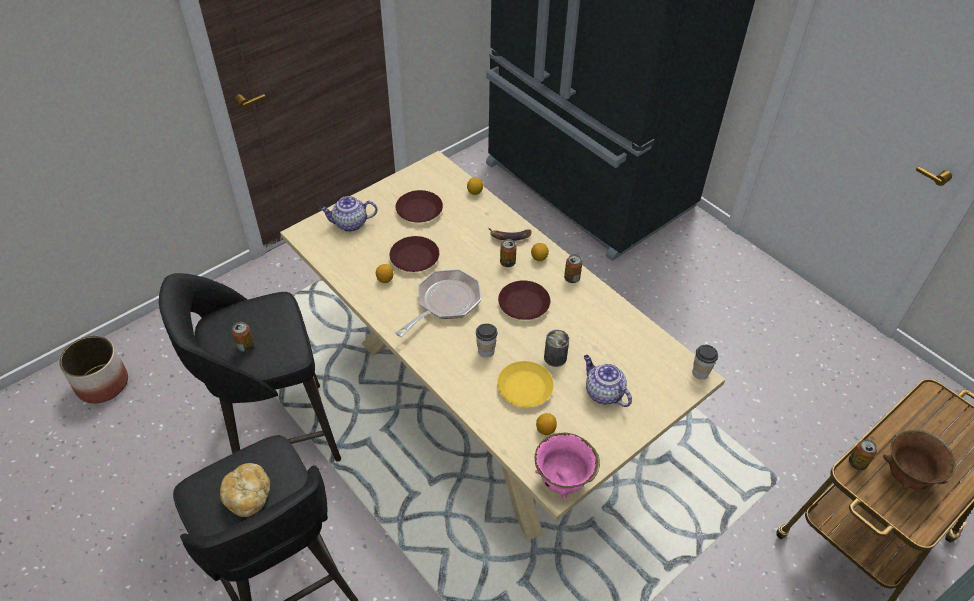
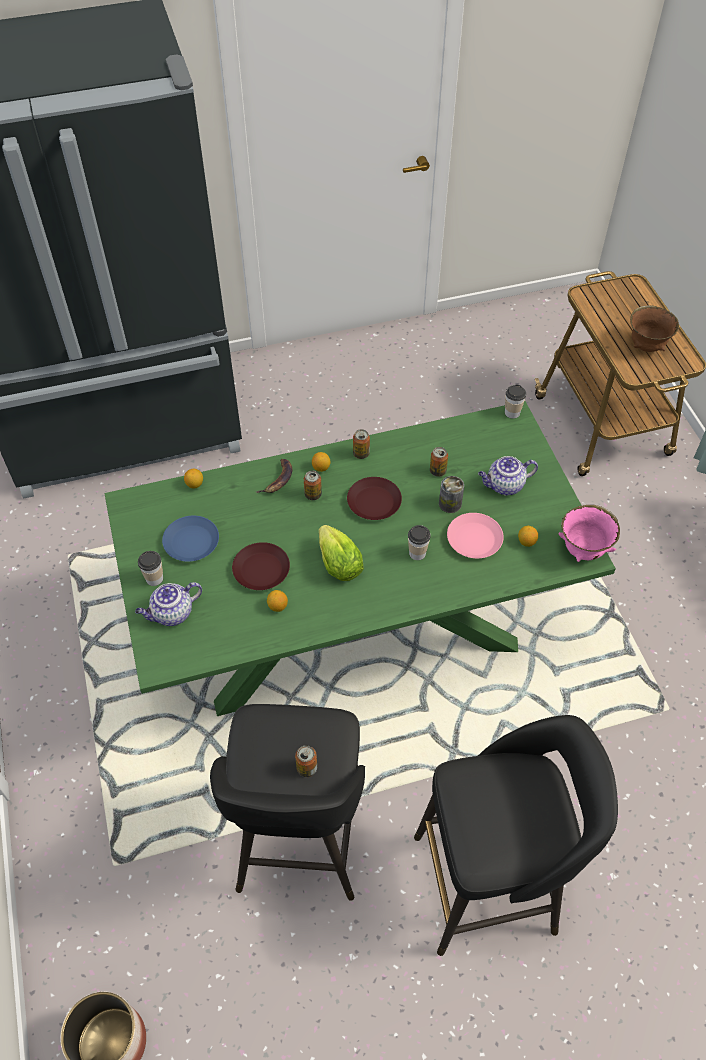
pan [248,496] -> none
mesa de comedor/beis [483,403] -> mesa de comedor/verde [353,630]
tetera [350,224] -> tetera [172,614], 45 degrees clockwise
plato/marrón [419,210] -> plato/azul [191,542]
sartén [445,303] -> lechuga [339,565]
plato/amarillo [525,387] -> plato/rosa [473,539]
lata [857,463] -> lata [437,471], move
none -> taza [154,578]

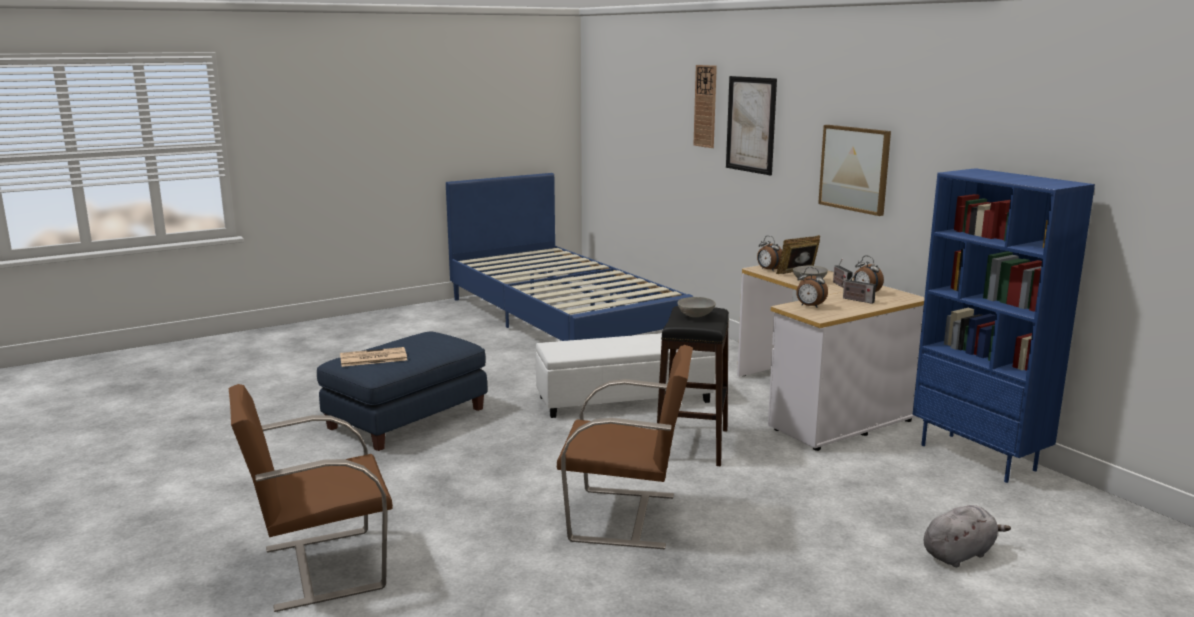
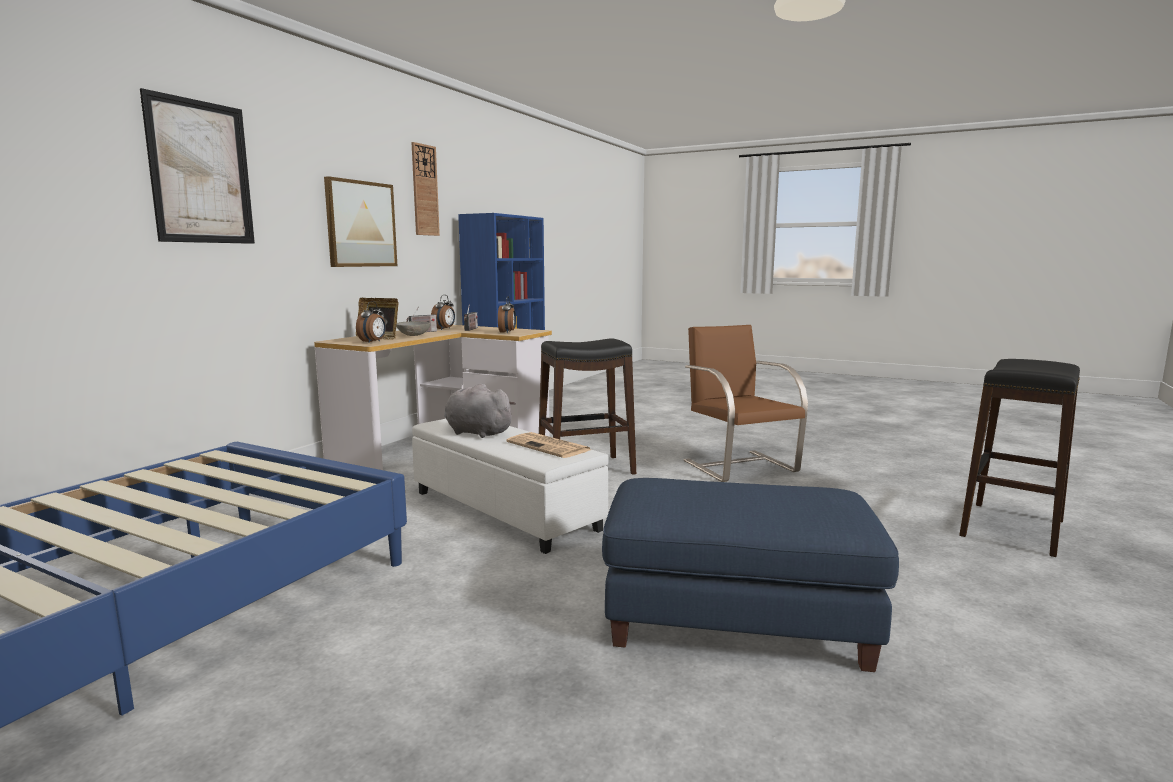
silla/marrón [320,567] -> taburete/negro [1012,528]
periódico [372,358] -> periódico [550,446], move
cuenco/gris [696,315] -> none
reloj de pared [705,106] -> reloj de pared [424,190], move
peluche/gris [959,554] -> peluche/gris [476,433], move

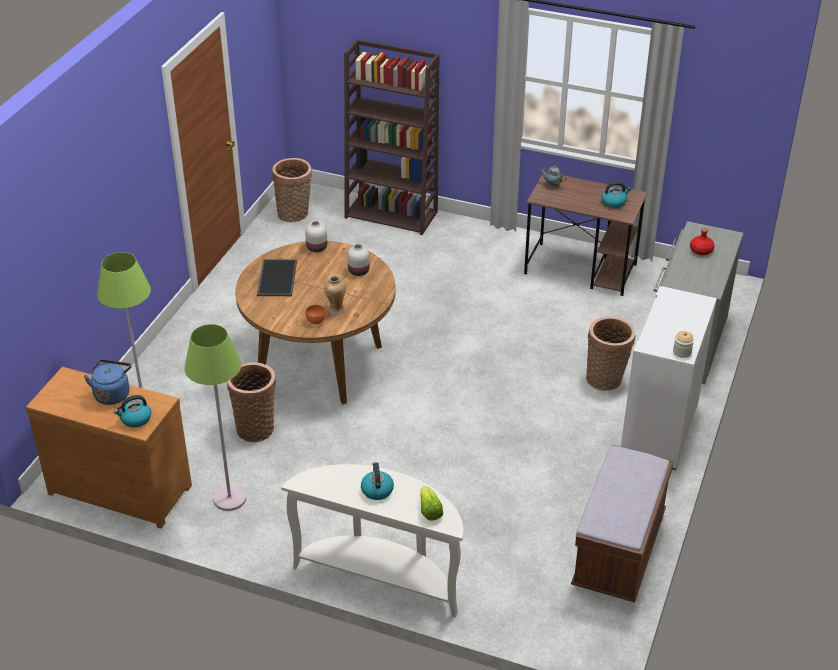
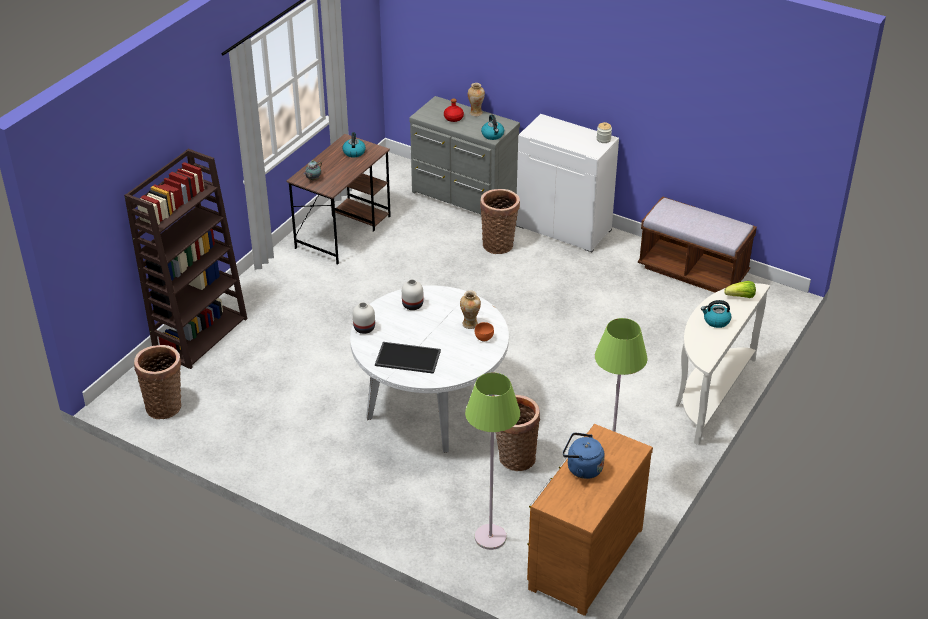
hervidor [135,419] -> hervidor [493,135], move
mesa de comedor/marrón [320,363] -> mesa de comedor/blanco [431,407]
none -> florero [476,113]

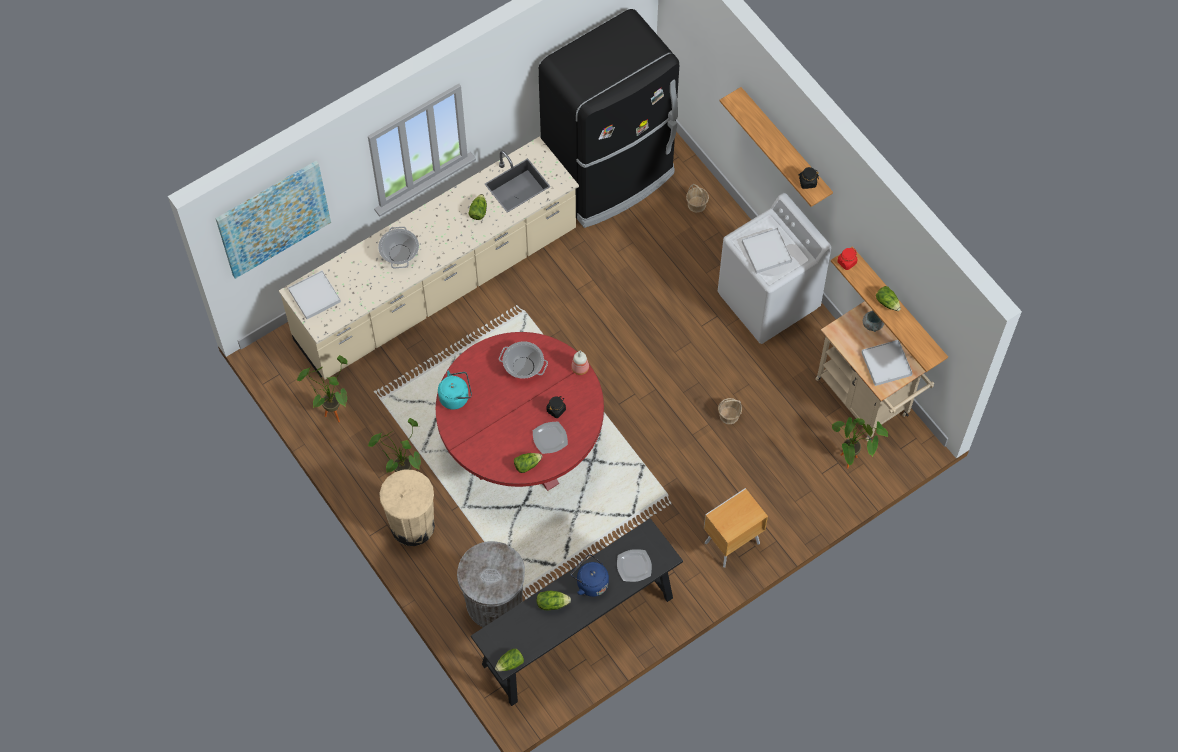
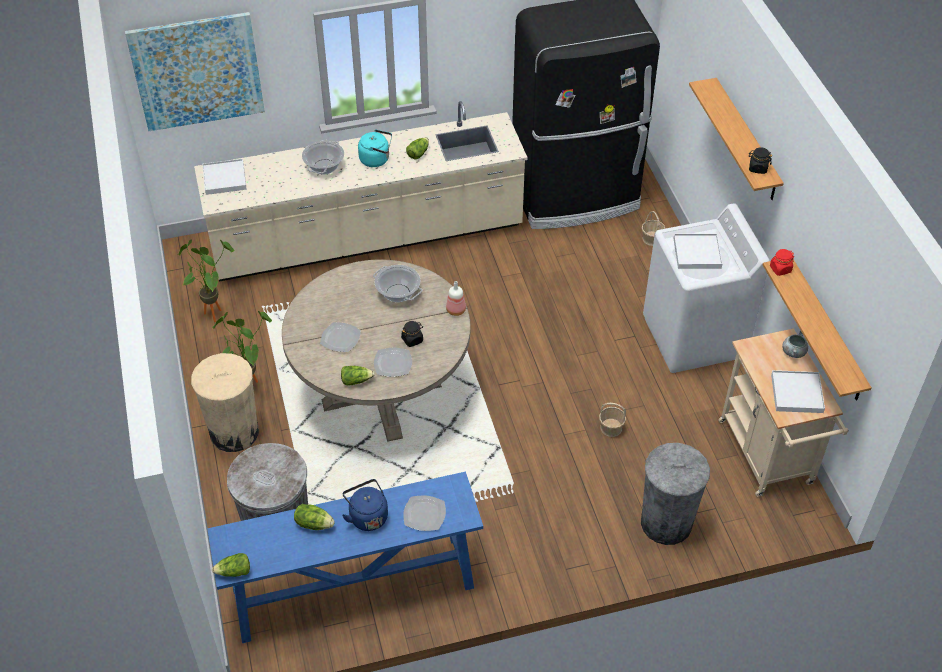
mesa de comedor/rojo [522,446] -> mesa de comedor/beis [381,394]
hervidor/turquesa [456,397] -> hervidor/turquesa [376,159], move
mesa consola/negro [577,631] -> mesa consola/azul [352,589]
mesita de noche/marrón [730,543] -> none
planta en maceta [851,463] -> none
lechuga [887,302] -> none
none -> plato [340,338]
none -> papelera/gris [666,523]

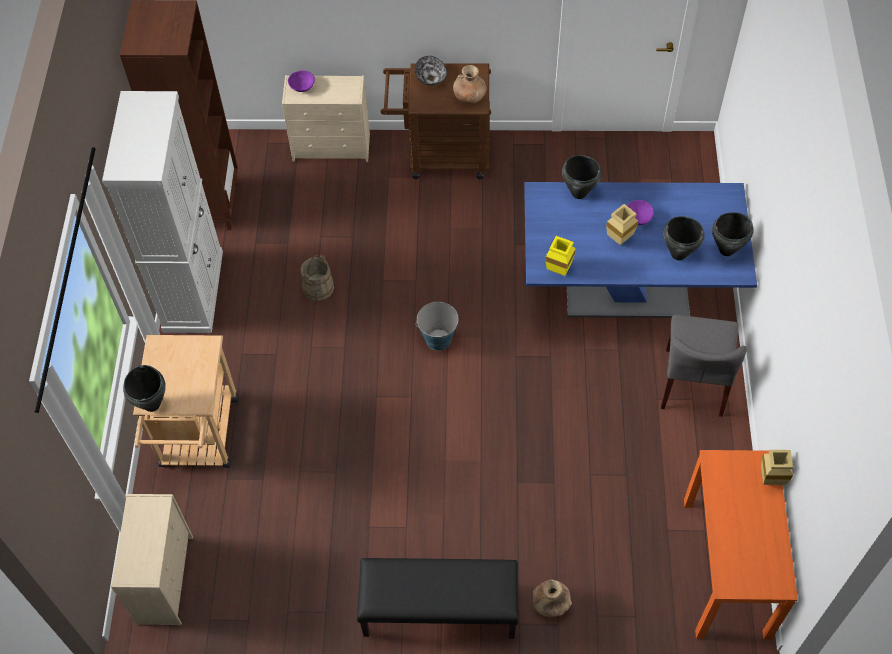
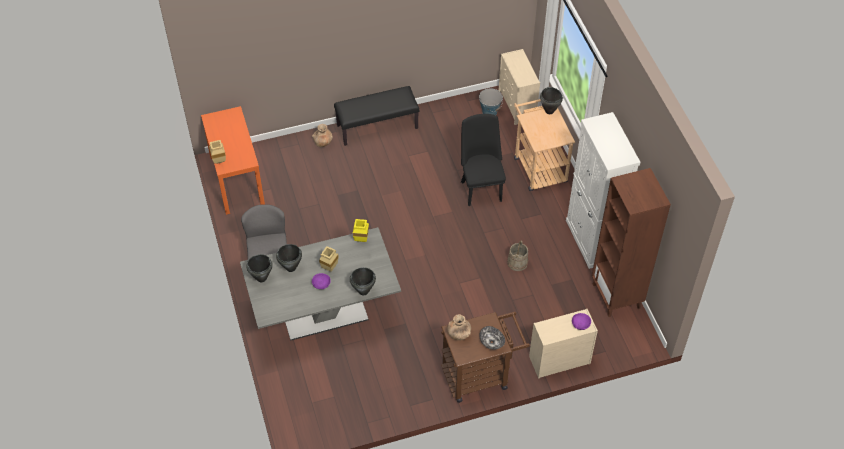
cubo [438,339] -> cubo [489,112], move
mesa de comedor/azul [626,290] -> mesa de comedor/gris [324,312]
none -> silla/negro [480,188]

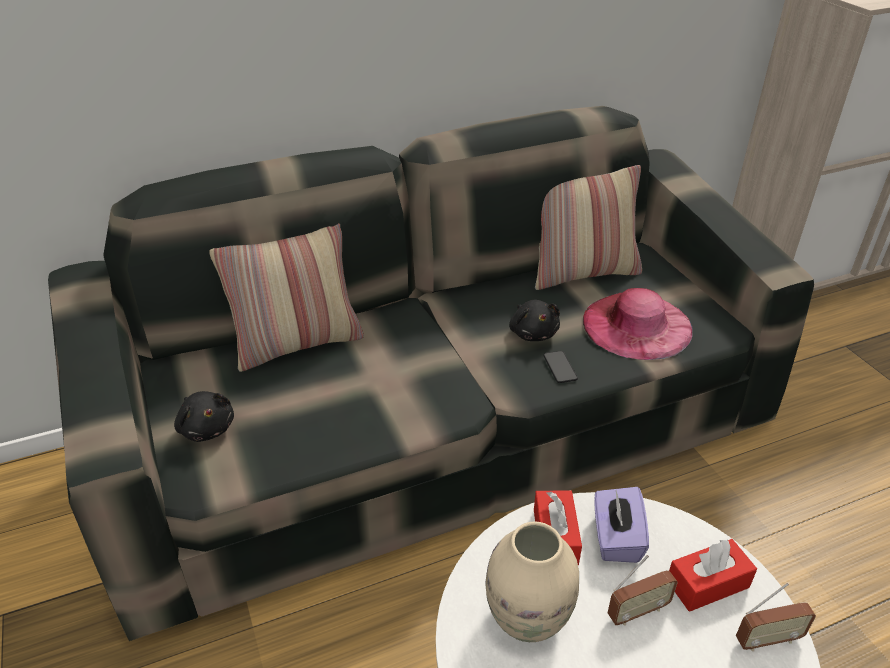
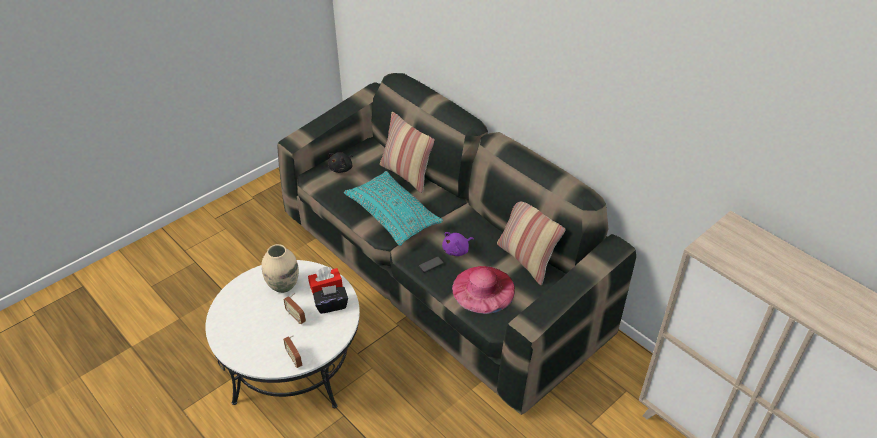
peluche/negro [533,333] -> peluche/morado [457,250]
caja de pañuelos/morado [616,538] -> caja de pañuelos/negro [331,305]
caja de pañuelos/rojo [707,584] -> none
none -> cojín/turquesa [393,216]

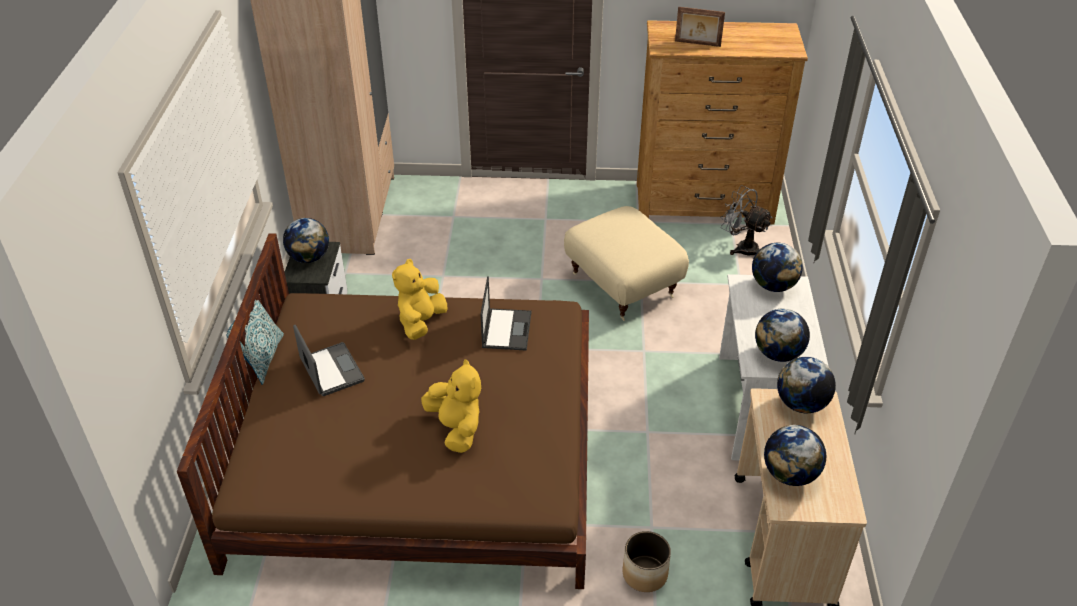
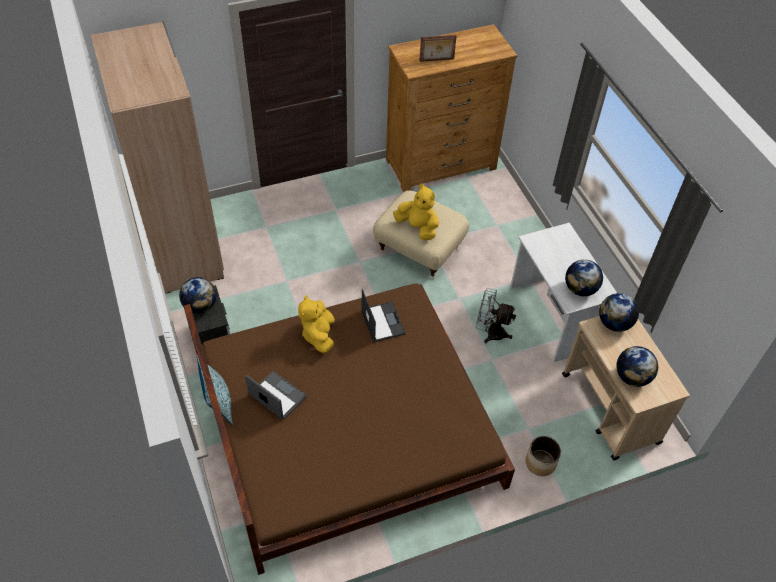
peluche/amarillo [456,428] -> peluche/amarillo [417,227], move
ventilador/gris [742,247] -> ventilador/gris [490,332], move
globo terráqueo [773,285] -> none

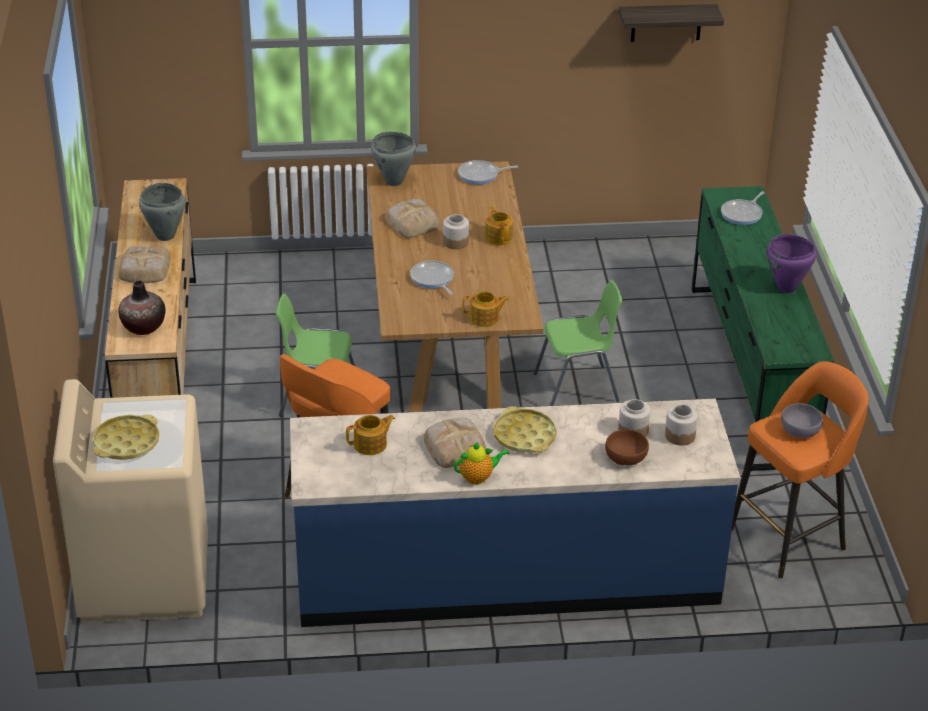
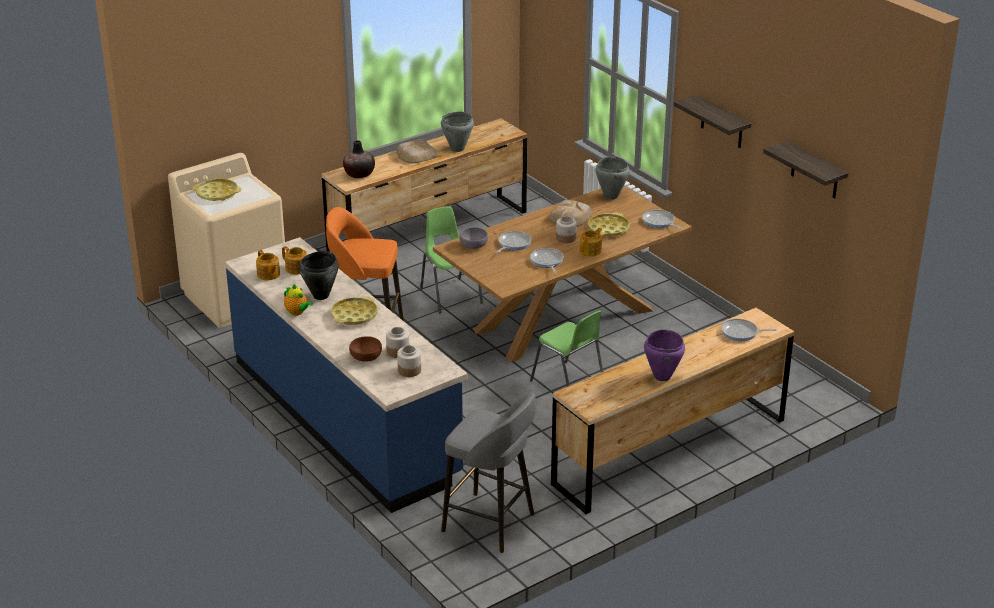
pan [455,446] -> olla/negro [321,296]
tetera [485,318] -> tetera [268,275], move
cómoda/verde [749,373] -> cómoda/marrón [670,451]
taburete/naranja [790,538] -> taburete/gris [490,524]
cuenco/gris [799,430] -> cuenco/gris [473,245], move
none -> sartén [547,261]
none -> bandeja/amarillo [608,229]
none -> estante [722,123]

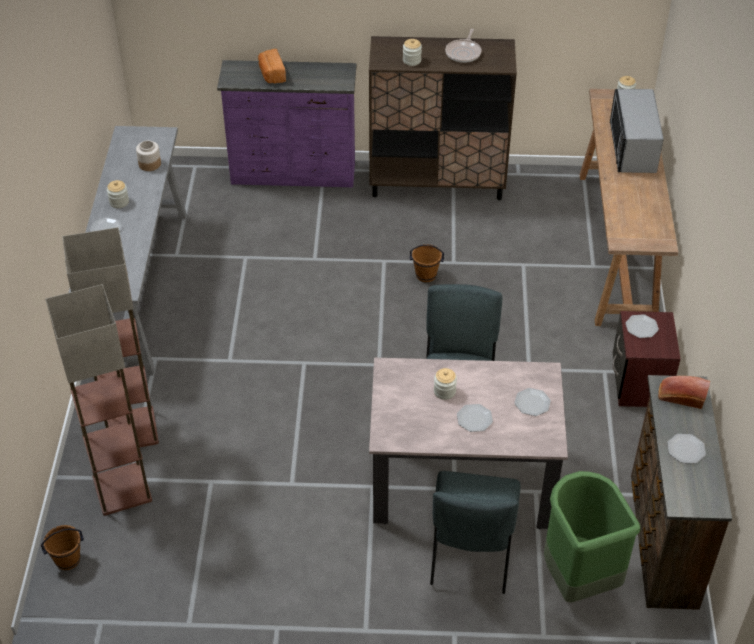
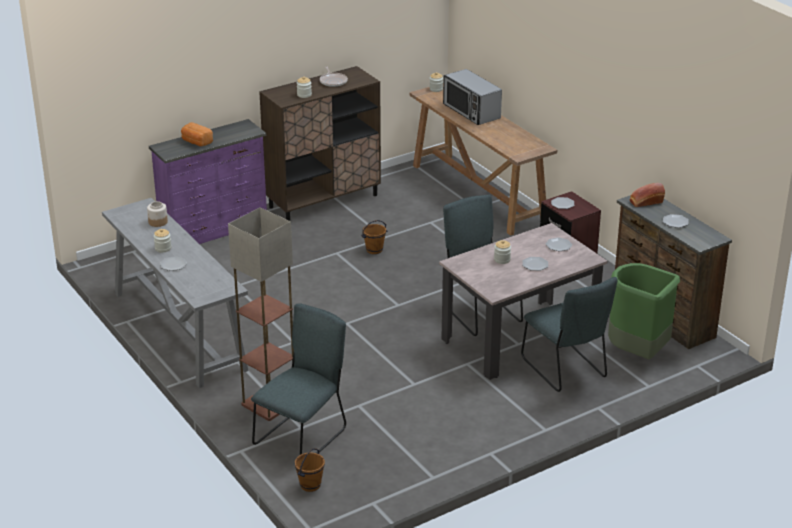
lámpara de pie [123,489] -> silla/gris [303,435]

